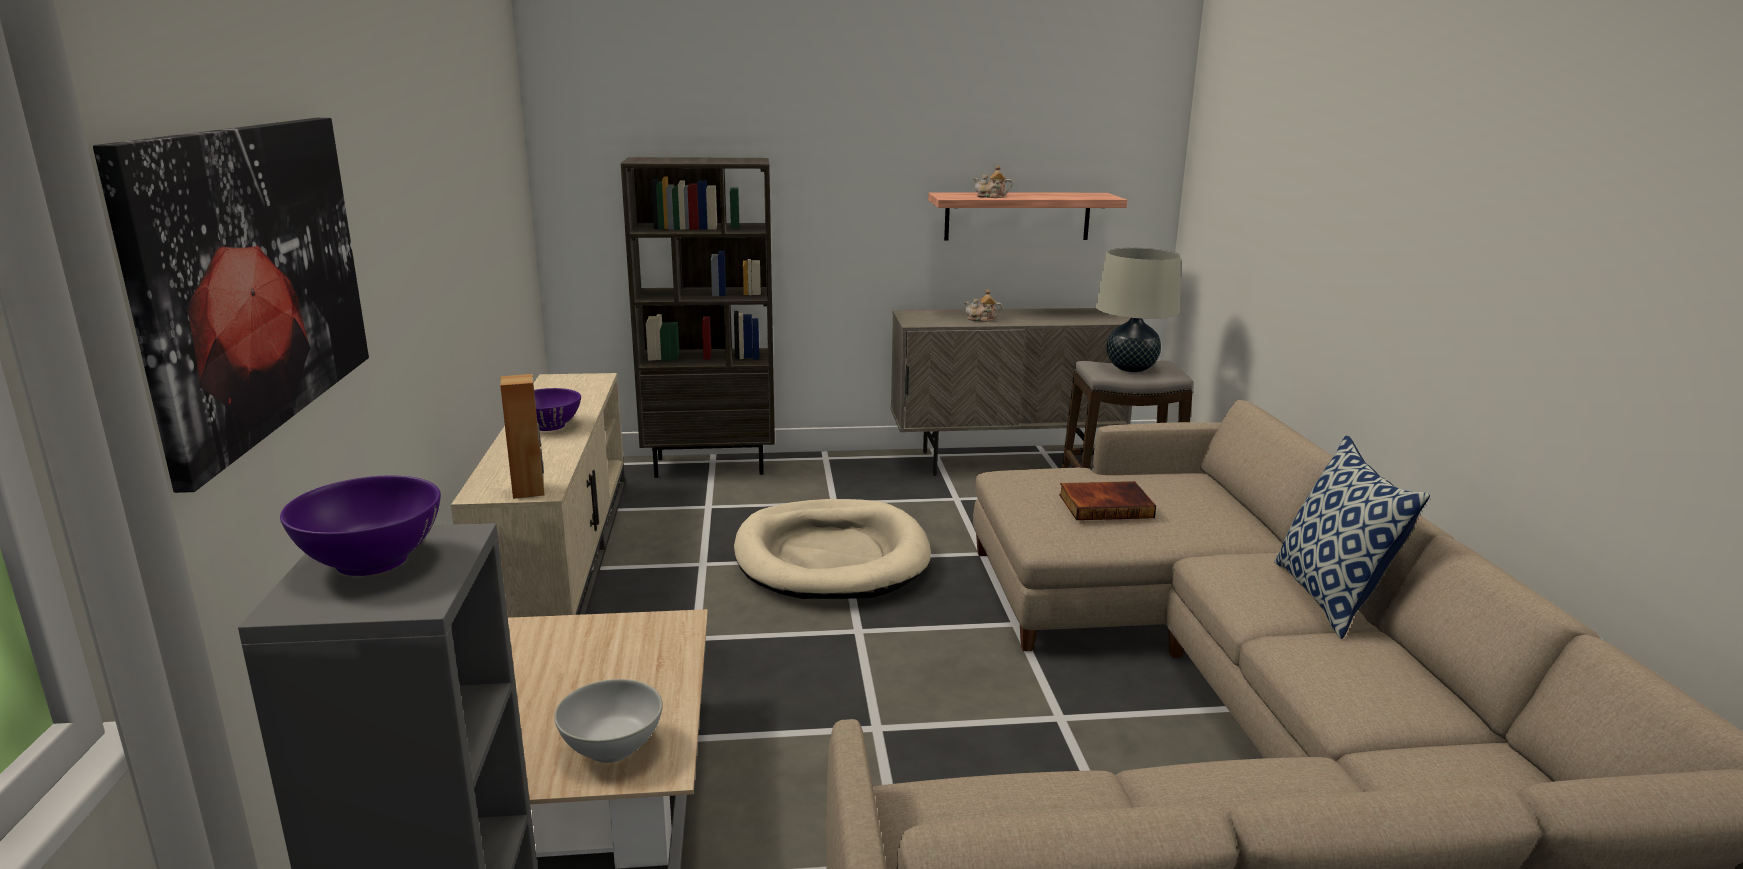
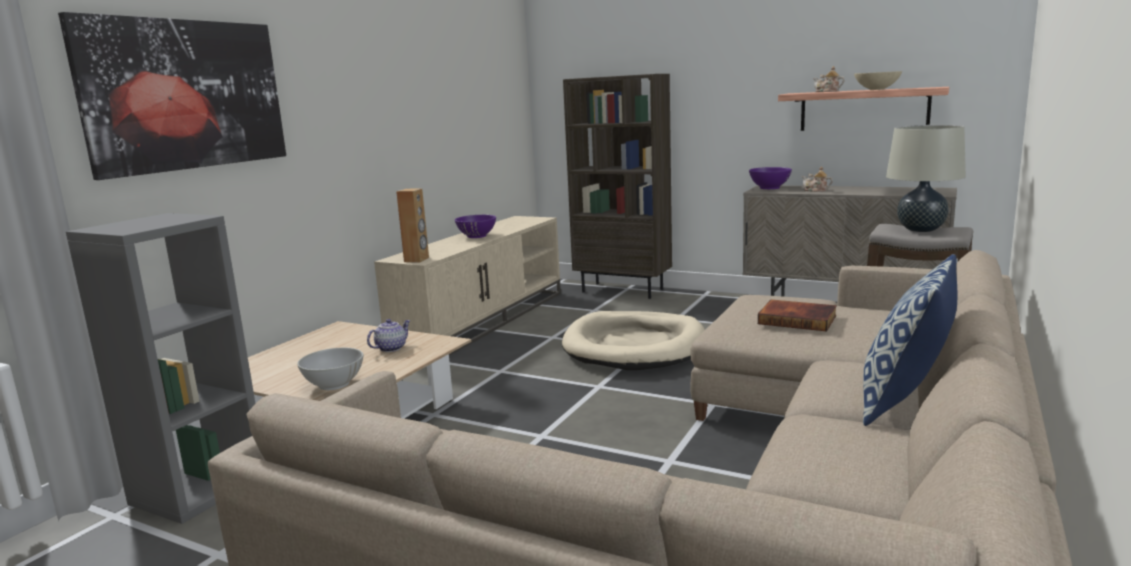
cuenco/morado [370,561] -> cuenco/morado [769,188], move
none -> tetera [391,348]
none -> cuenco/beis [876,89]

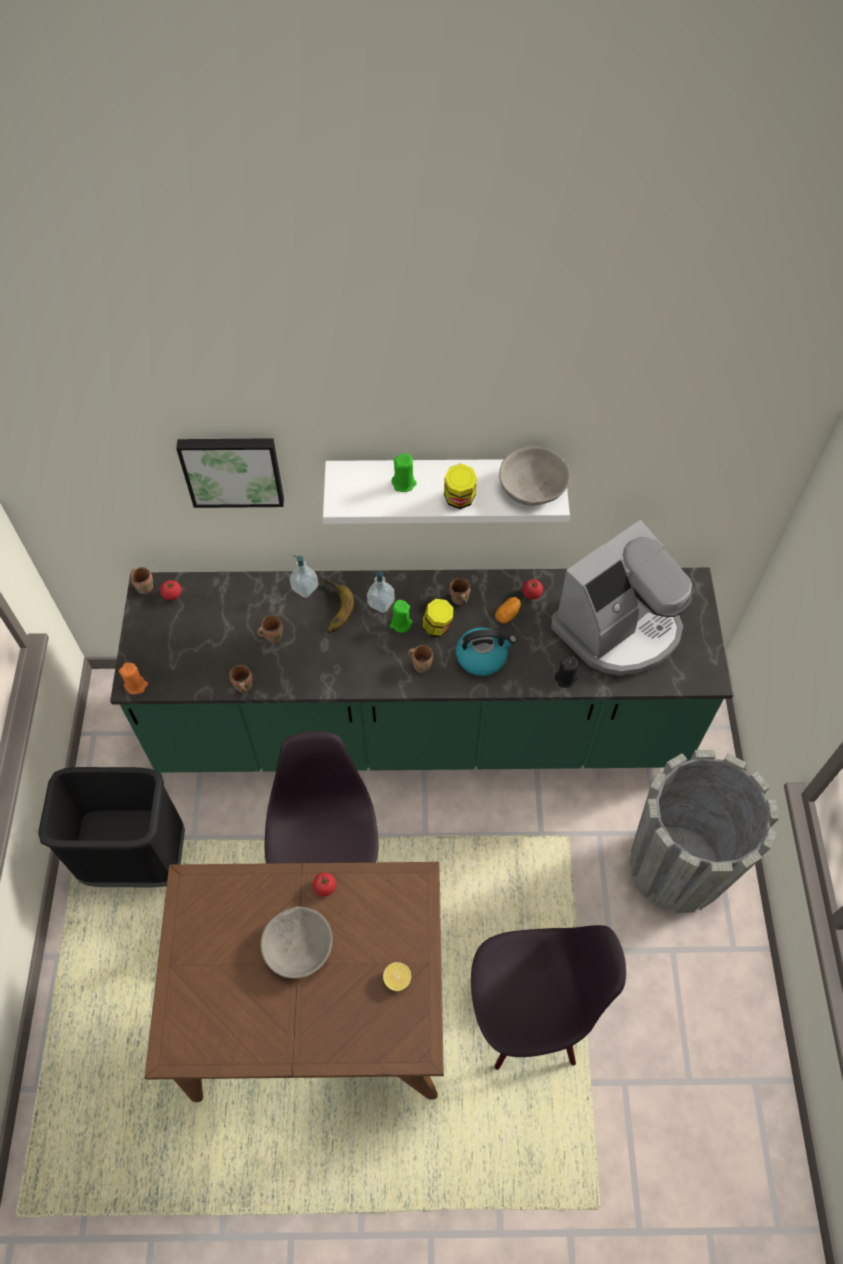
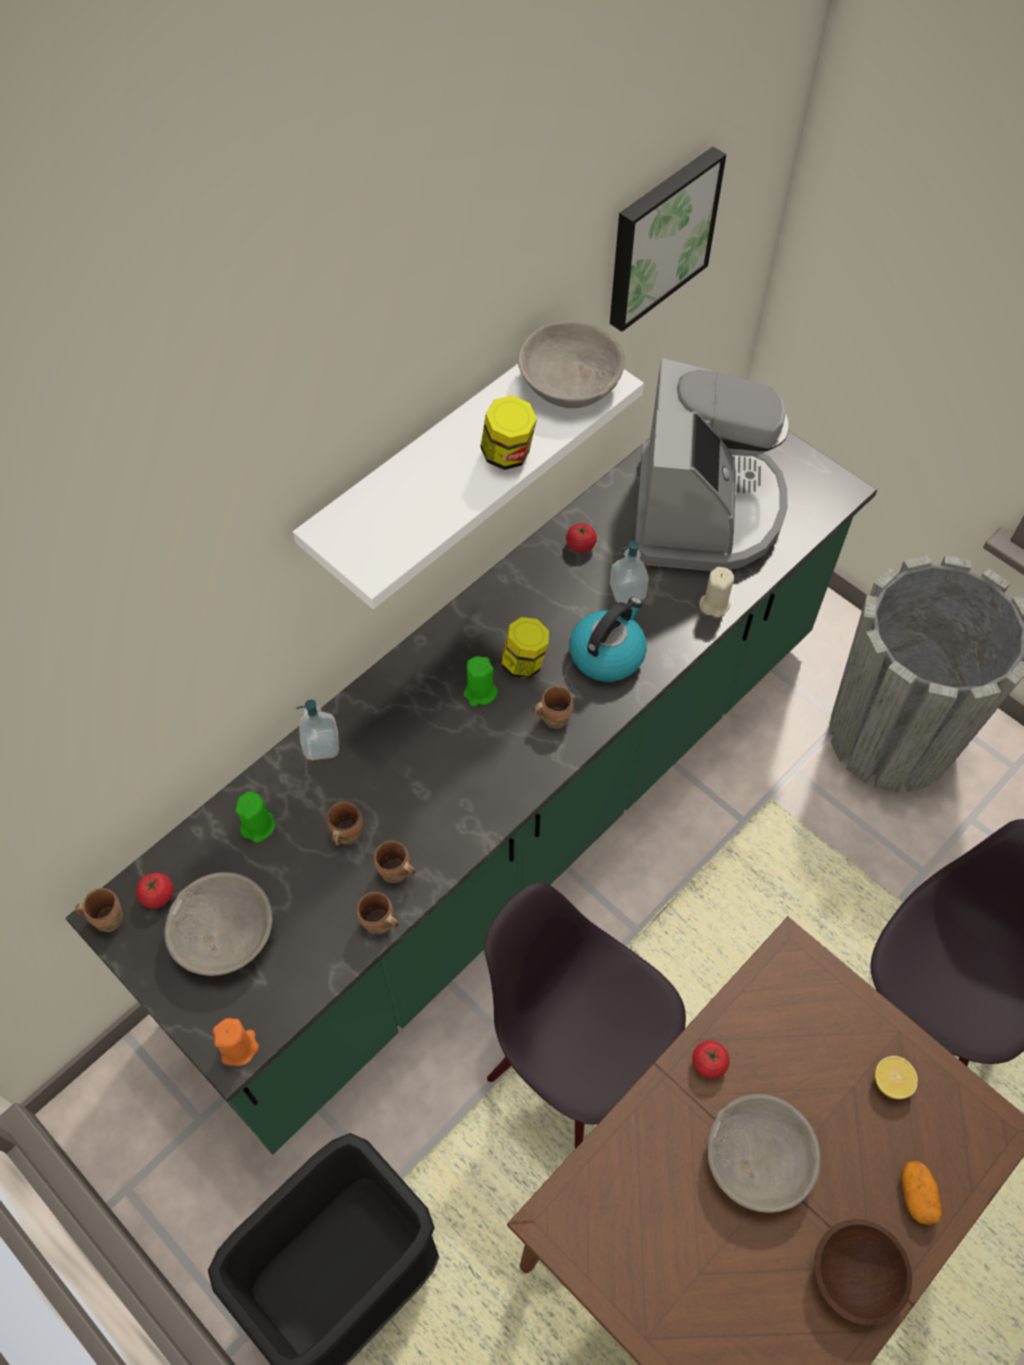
cuadro [232,469] -> cuadro [659,237], move
plátano [331,609] -> none
dispensador de jabón [381,603] -> dispensador de jabón [627,591], move
vela/verde [404,483] -> vela/verde [258,826], move
taza grande/marrón [459,599] -> taza grande/marrón [395,873], move
patata [507,614] -> patata [916,1195], move
vela/negro [565,678] -> vela/beis [714,604]
none -> cuenco/gris [224,934]
none -> cuenco/marrón [854,1273]

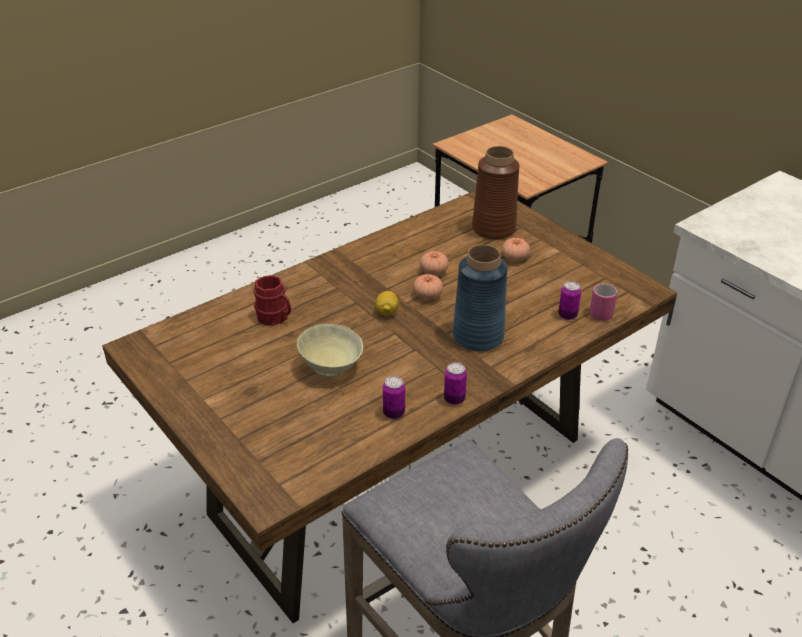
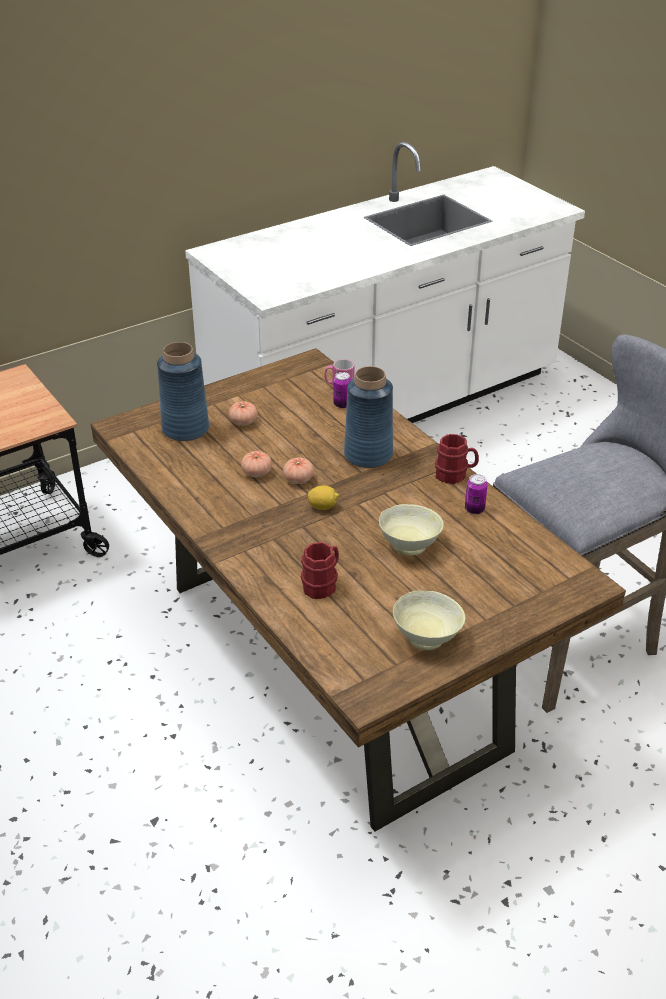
lata [454,399] -> taza grande/rojo [455,475]
florero/marrón [493,229] -> florero/azul [186,429]
none -> cuenco/beis [428,638]

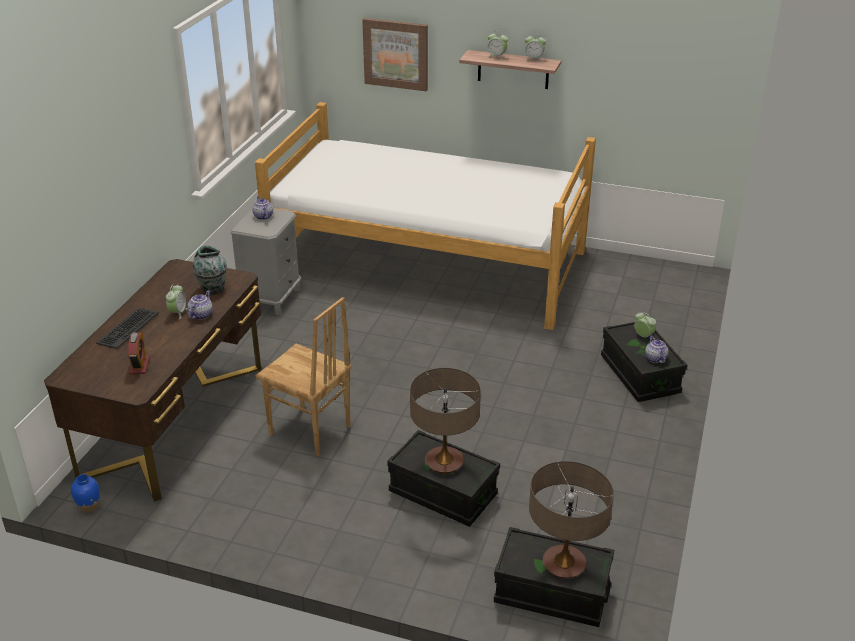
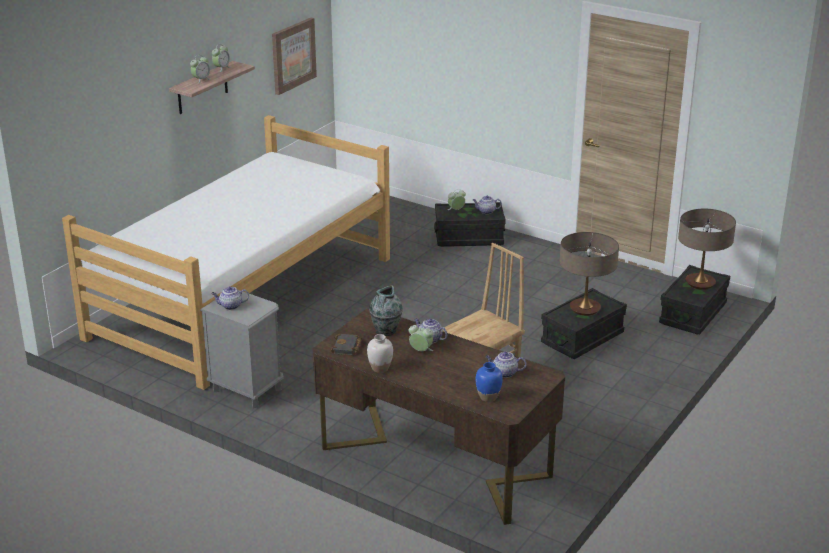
florero/azul [89,506] -> florero/azul [488,397], move
teclado [127,328] -> none
despertador [139,365] -> tetera [504,373]
cuadro [396,54] -> cuadro [293,55], move
none -> libro/negro [347,347]
none -> florero/blanco [380,368]

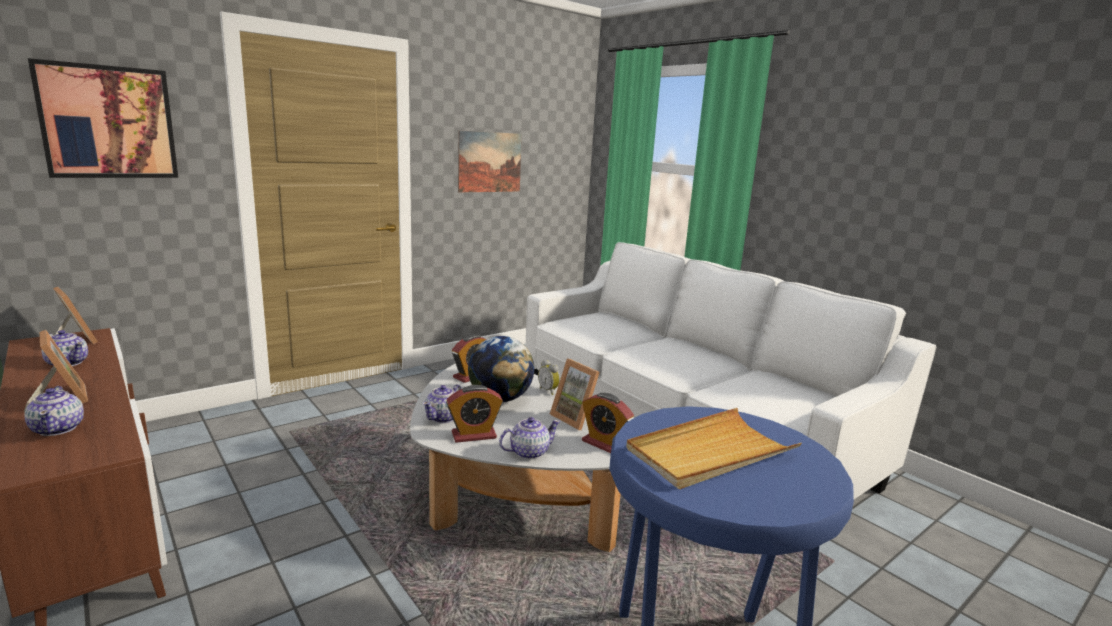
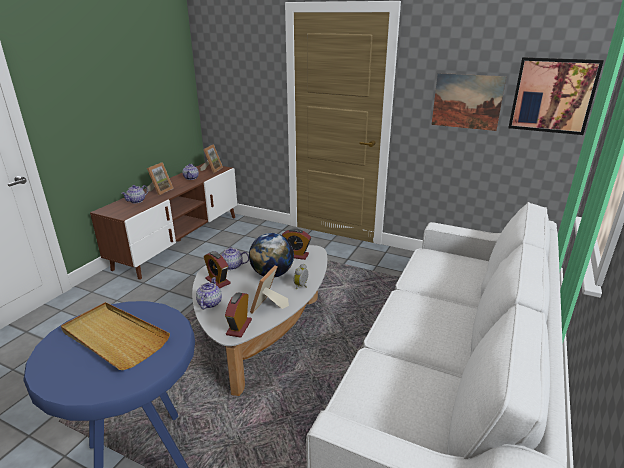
cuadro [108,122] -> cuadro [552,95], move
tetera [528,452] -> tetera [209,303], 120 degrees counterclockwise

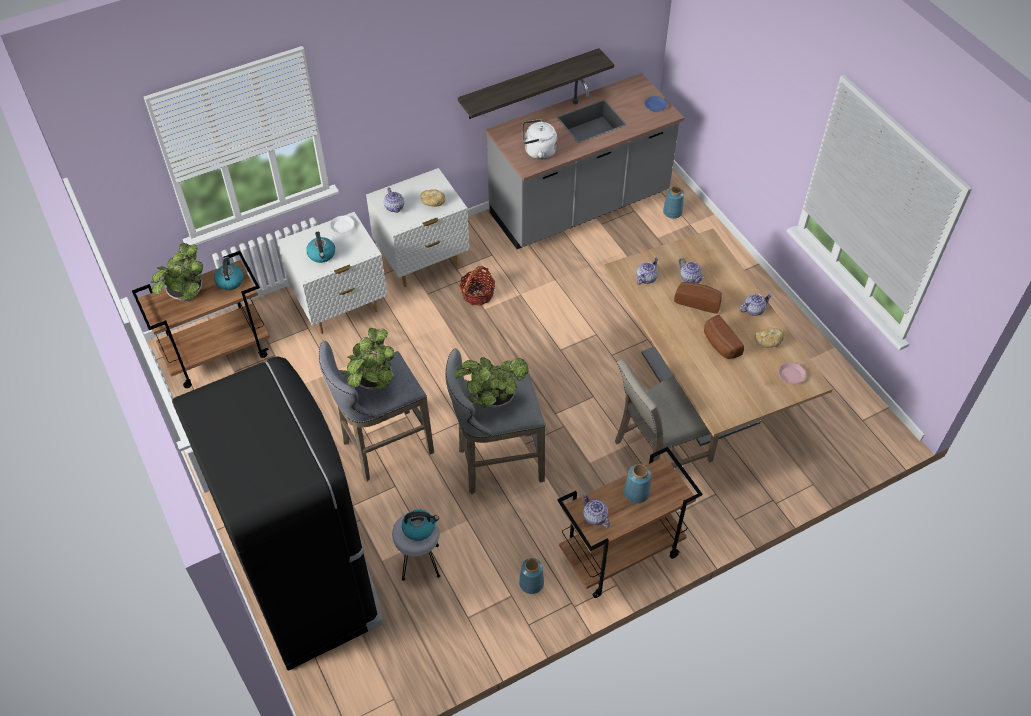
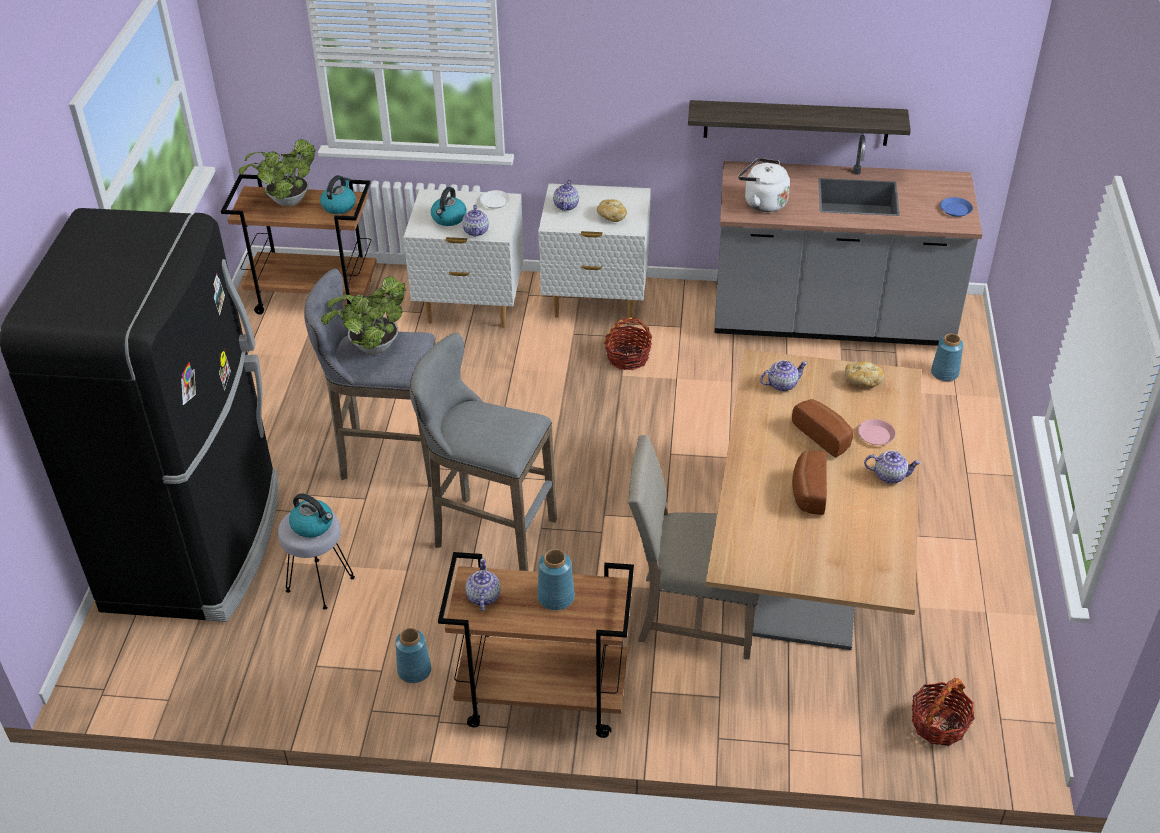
planta en maceta [492,399] -> none
tetera [690,277] -> tetera [476,231], move
pan [768,342] -> pan [862,381], move
plato/rosa [791,375] -> plato/rosa [875,435], move
none -> cesta [938,724]

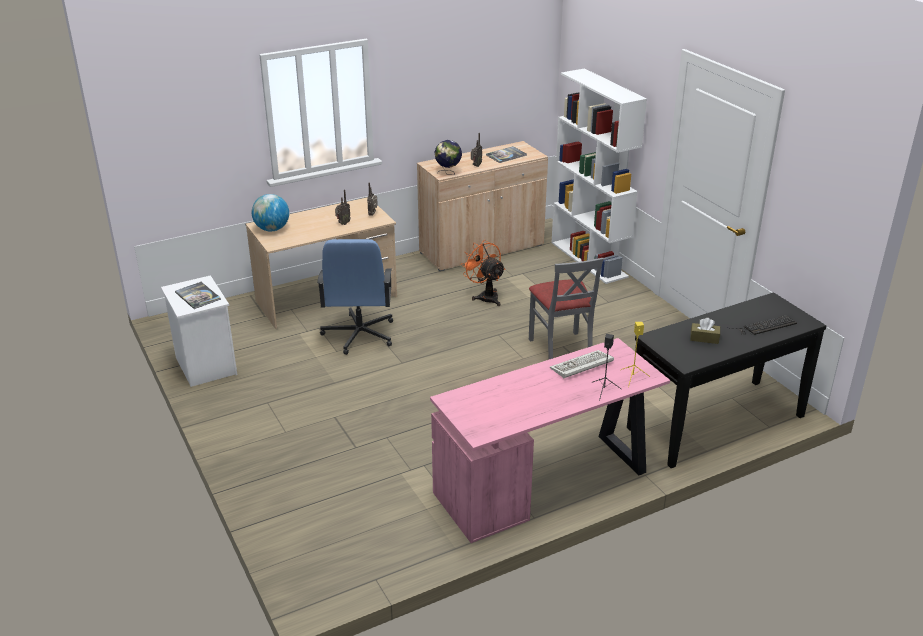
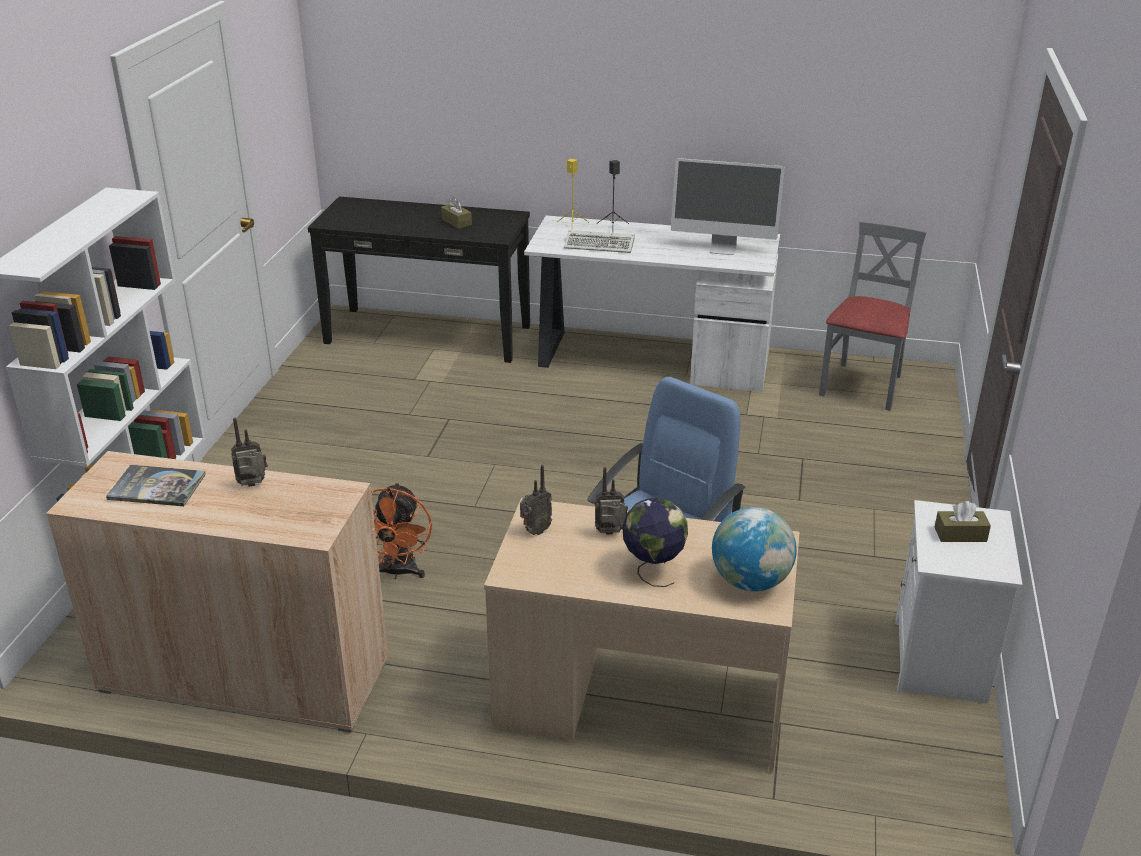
libro [198,296] -> caja de pañuelos/marrón [960,534]
escritorio/rosa [546,482] -> escritorio/blanco [649,358]
globo terráqueo [448,173] -> globo terráqueo [653,570], move
silla/gris [561,349] -> silla/gris [863,386], move
teclado [763,326] -> none
none -> monitor [723,248]

